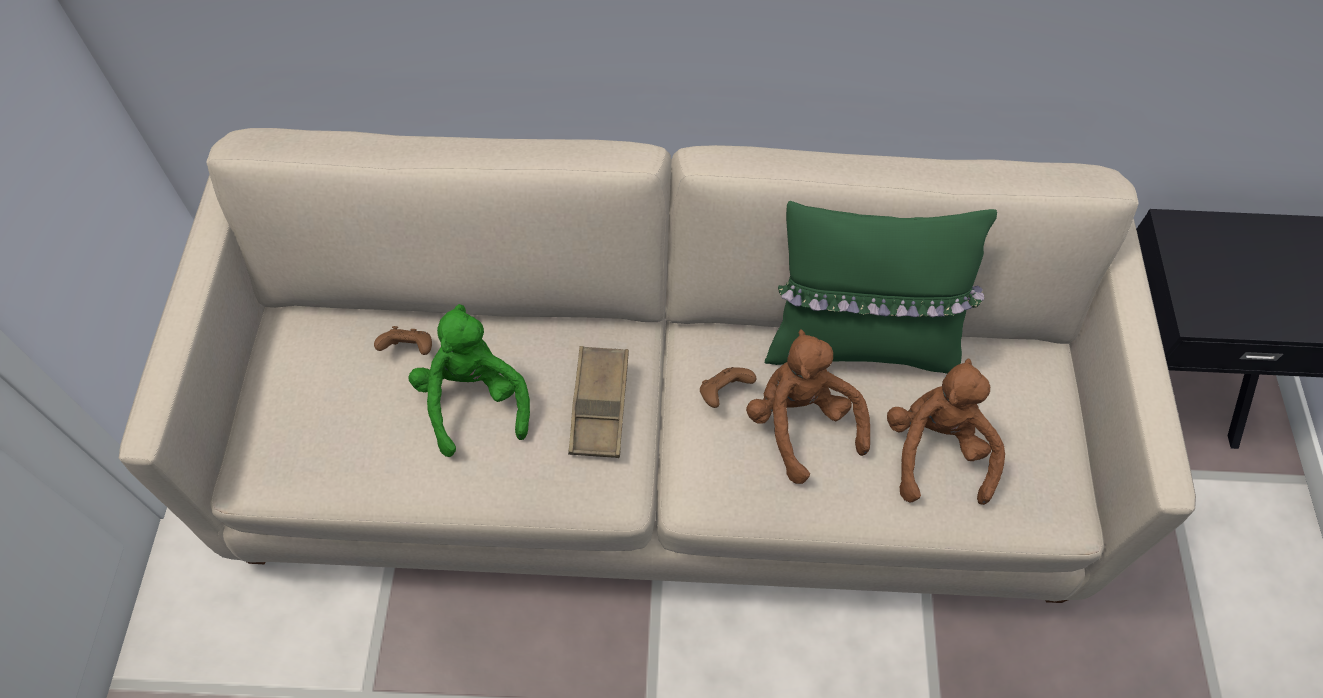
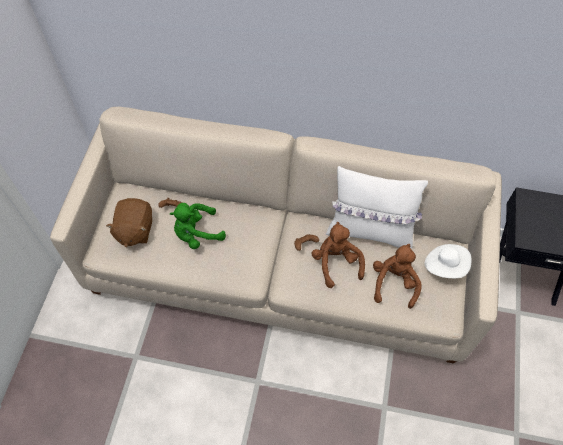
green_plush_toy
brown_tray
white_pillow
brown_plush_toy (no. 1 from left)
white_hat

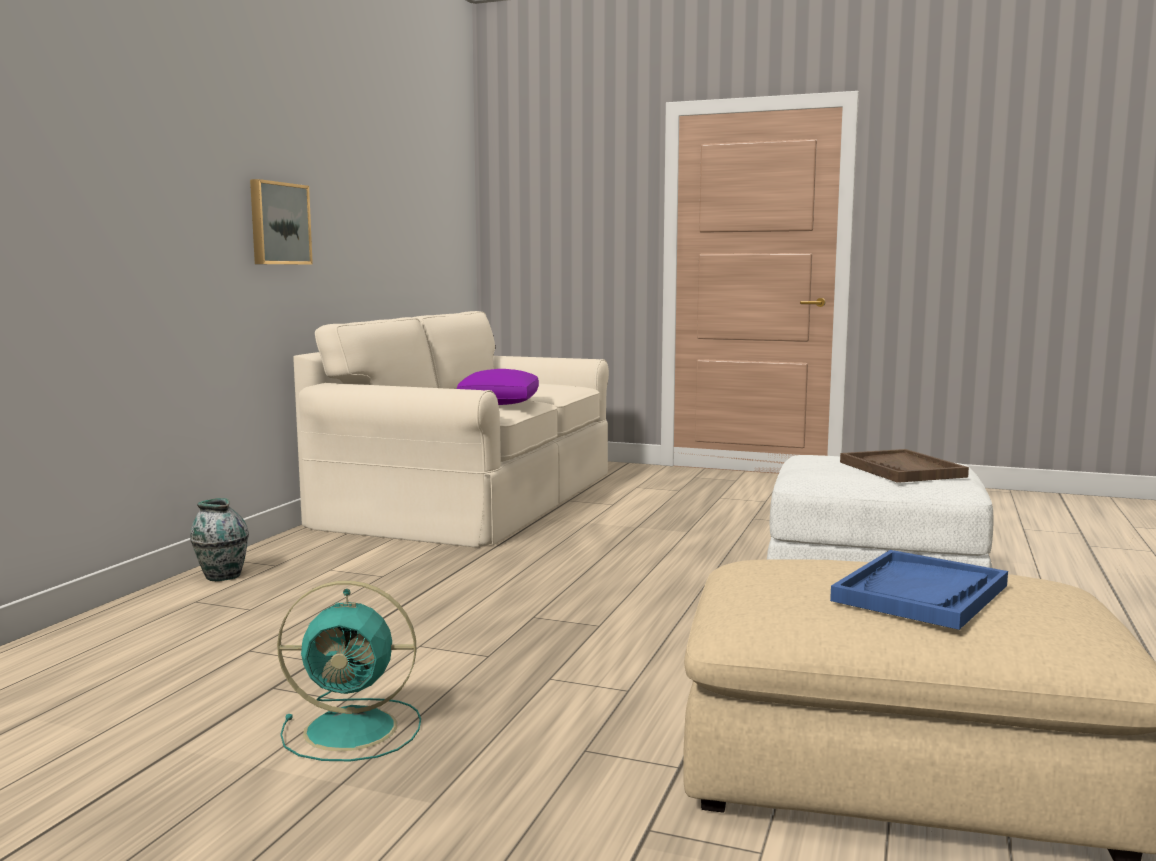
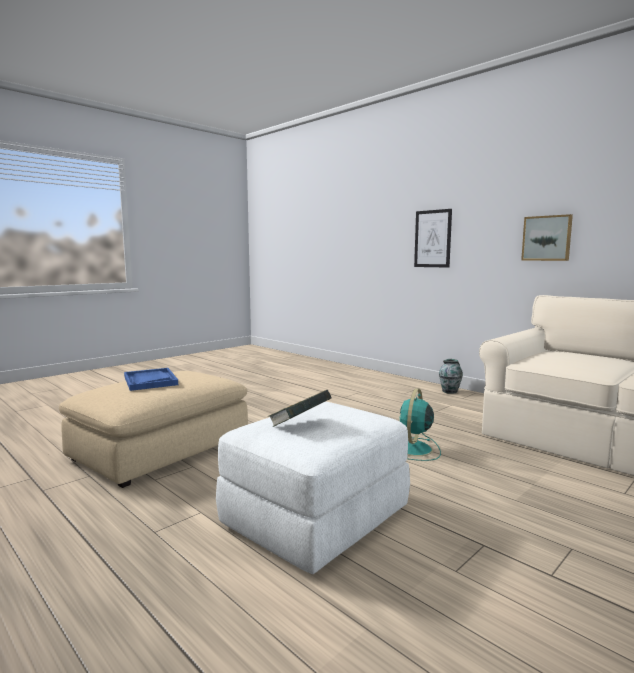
turquoise_fan
purple_pillow
book
picture (no. 1 from left)

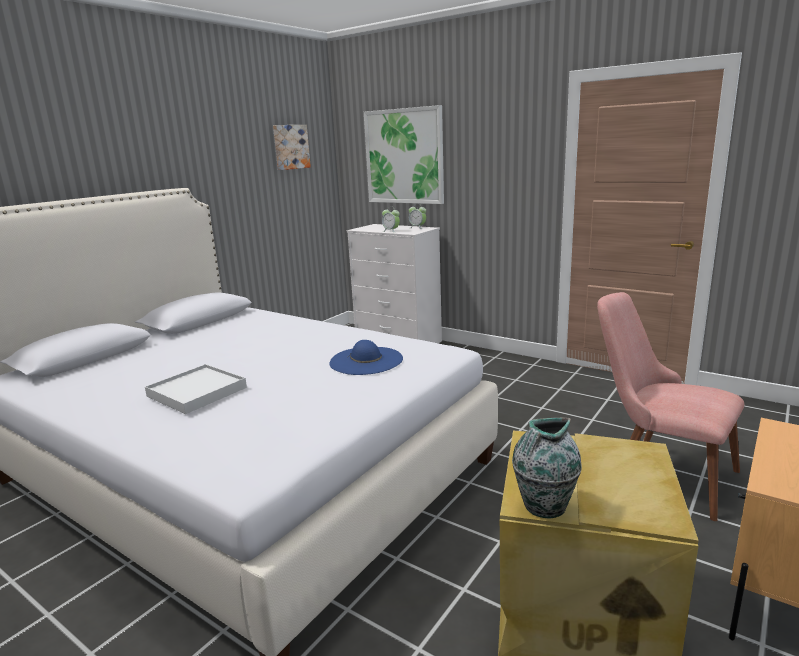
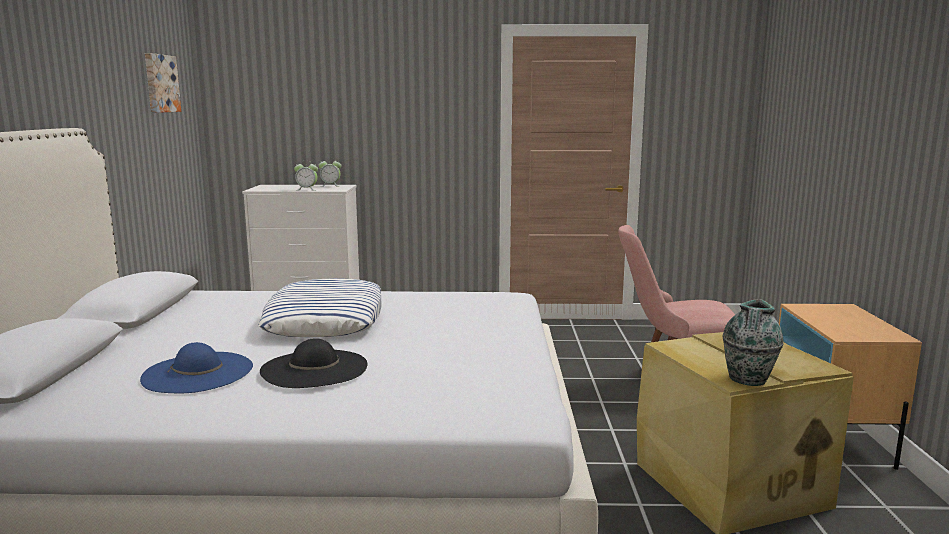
black_hat
blue_hat
picture (no. 2 from left in the first image)
pillow

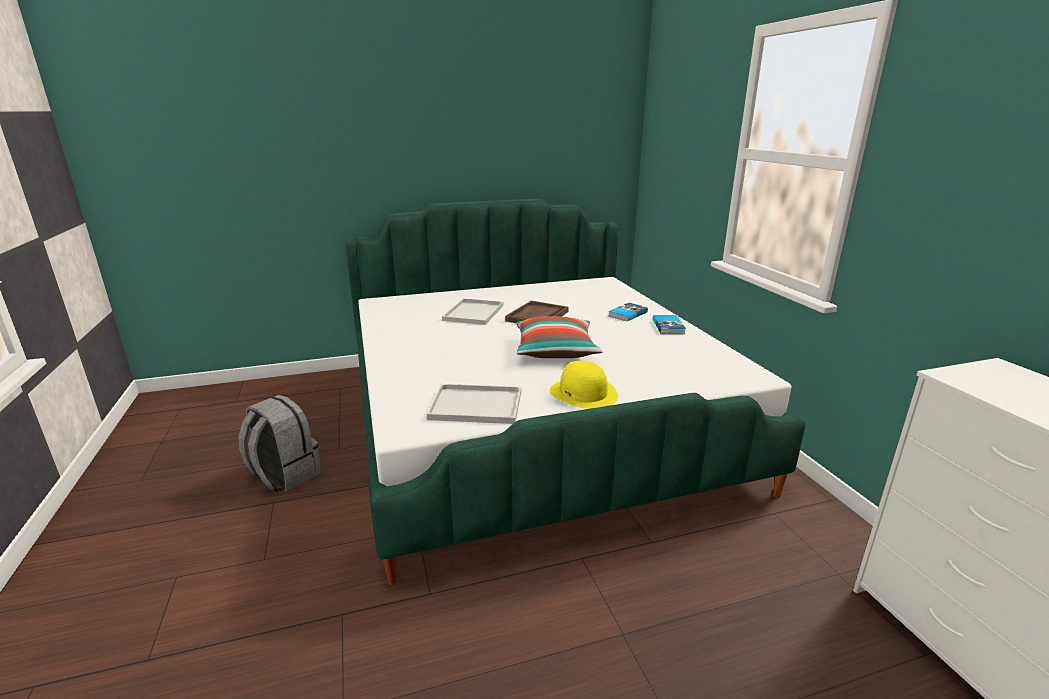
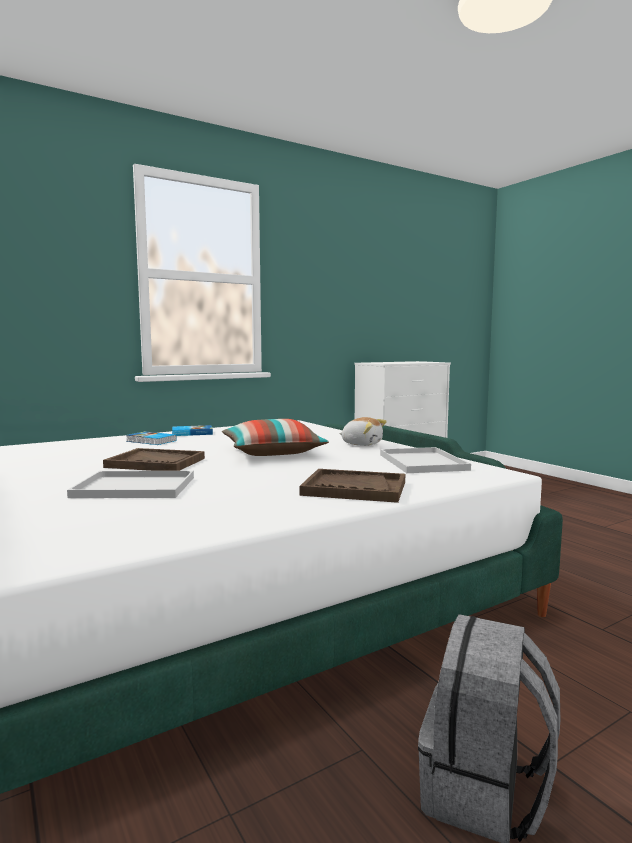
plush_toy
brown_tray (no. 2 from left)

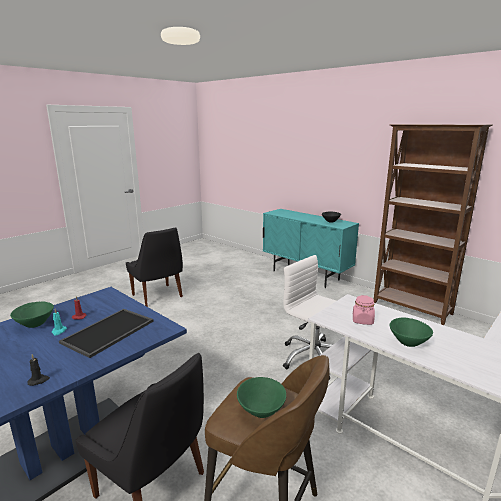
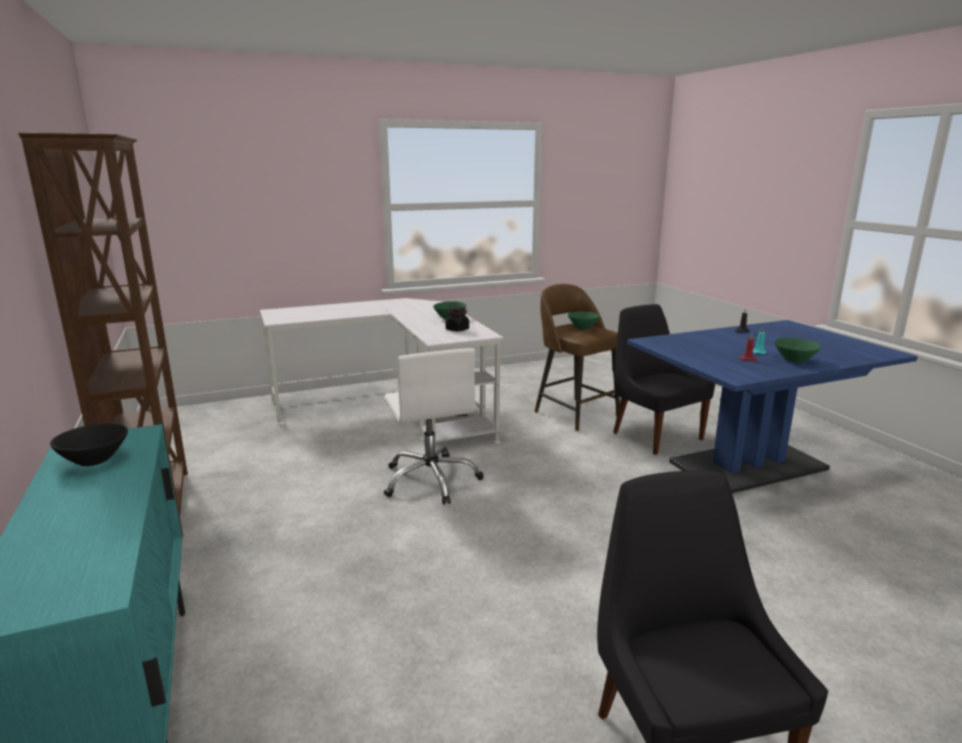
tray
black_jar

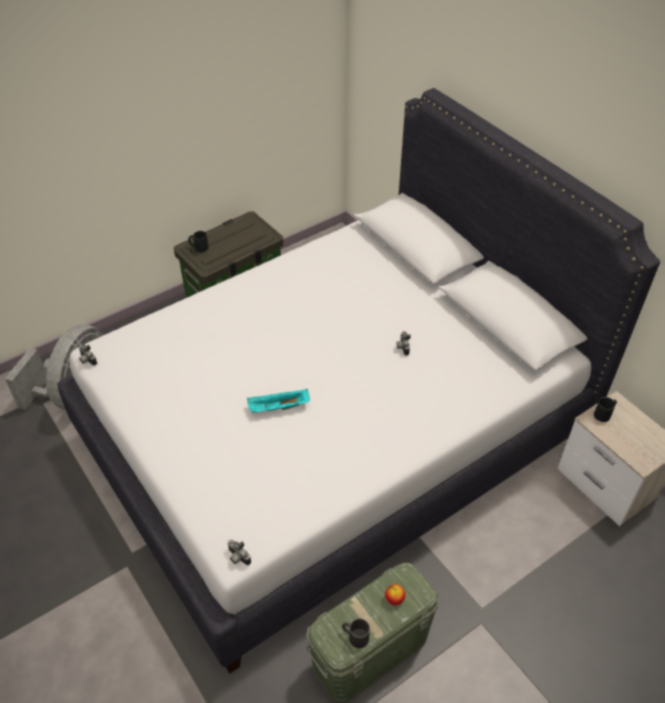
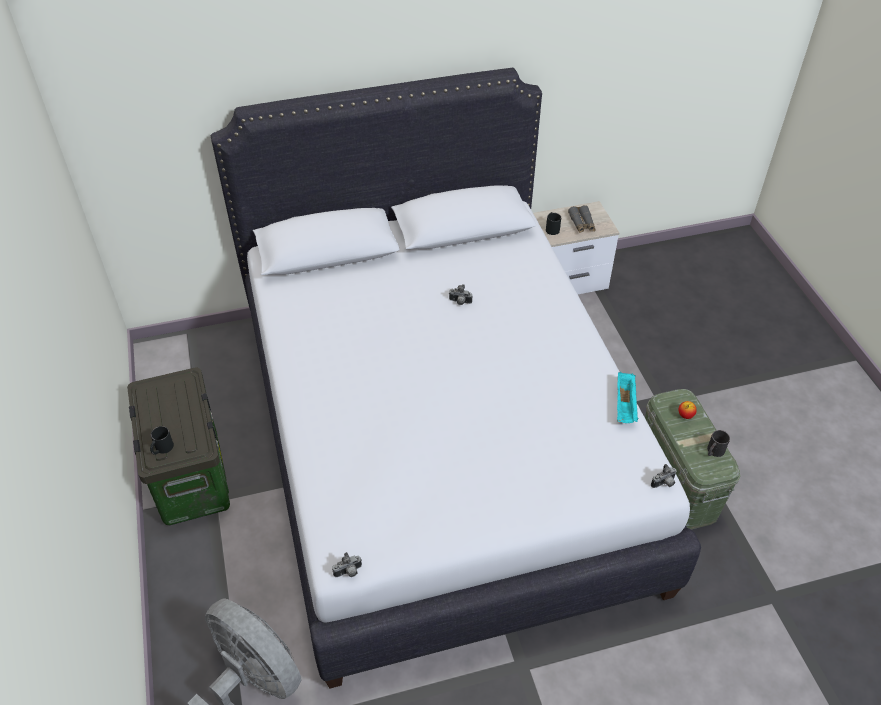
turquoise_tray
grey_binoculars

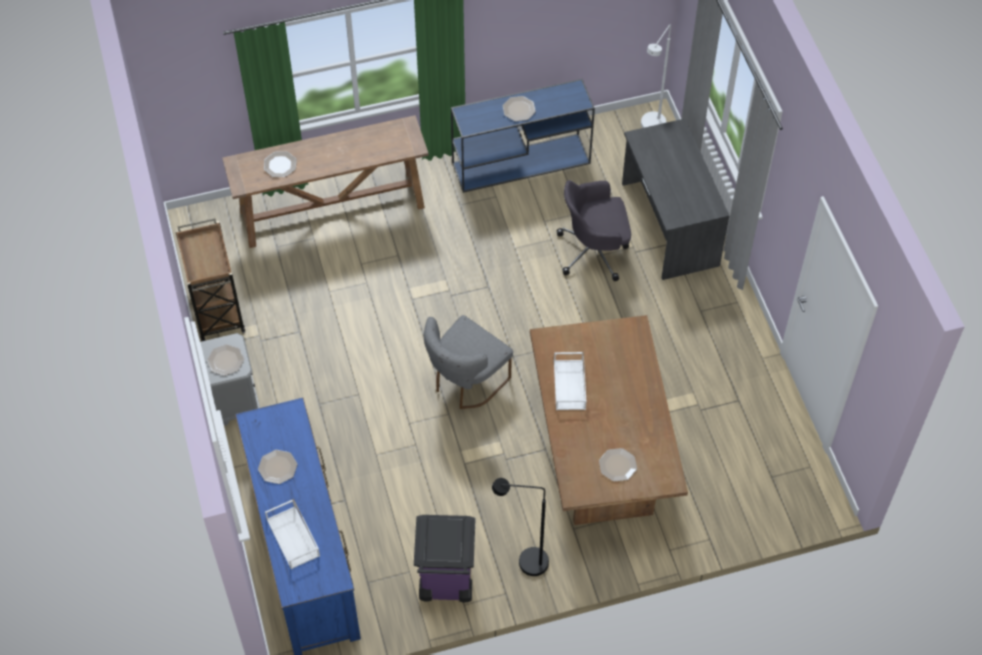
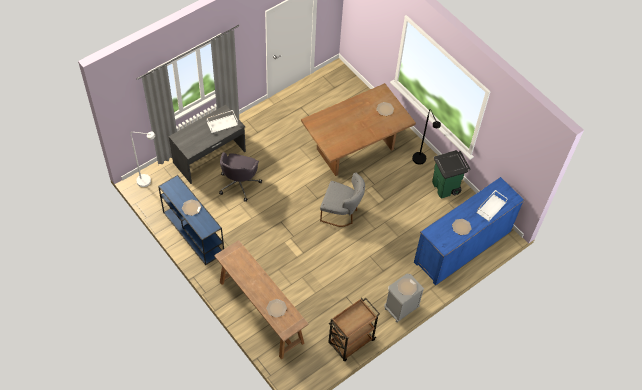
green_trash_can
white_tray (no. 1 from left)
grey_office_chair

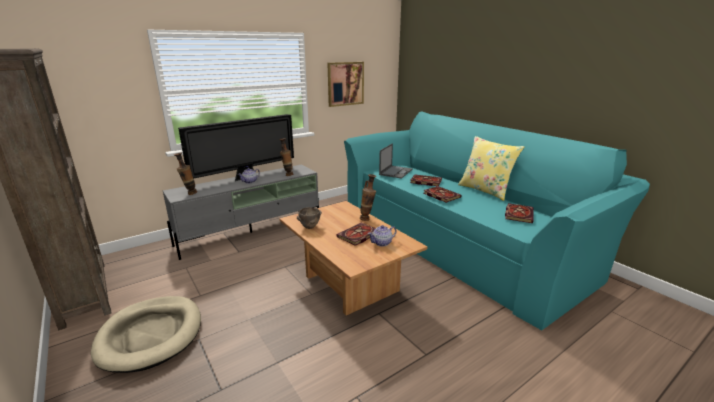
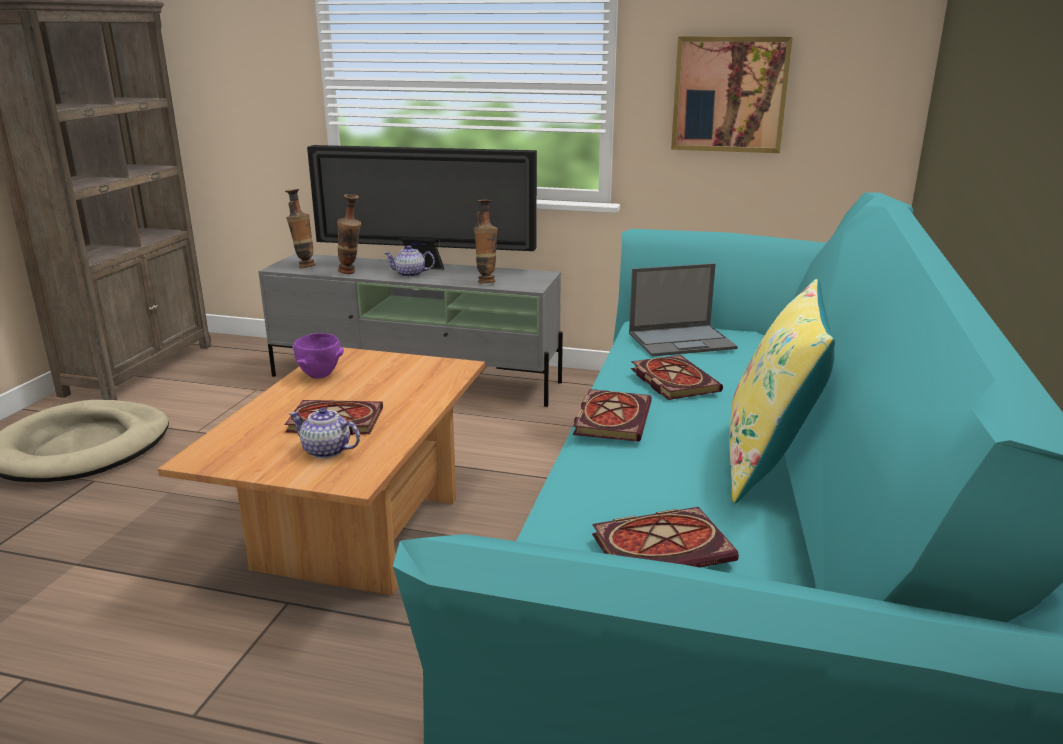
purple_bowl
vase (no. 2 from left)

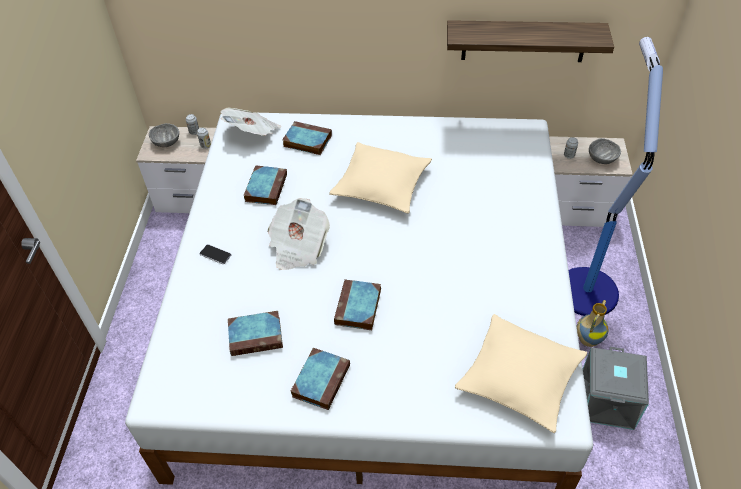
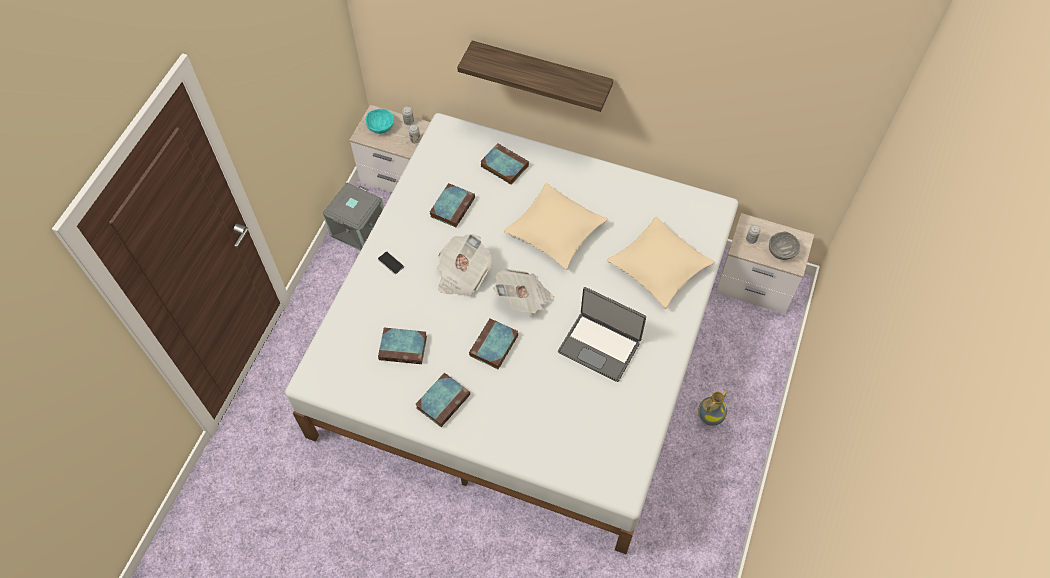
turquoise_bowl
newspaper (no. 2 from left)
shelf
beige_pillow (no. 2 from left)
floor_lamp
grey_storage_box
laptop

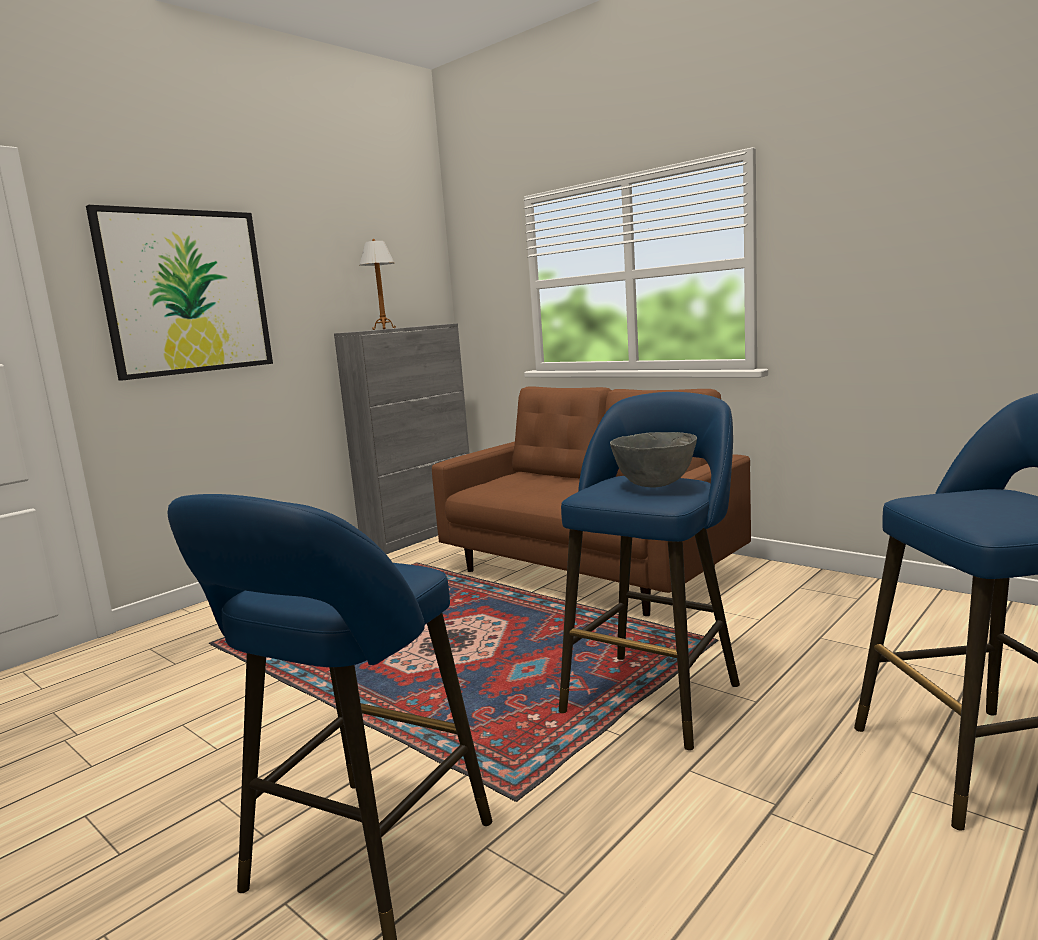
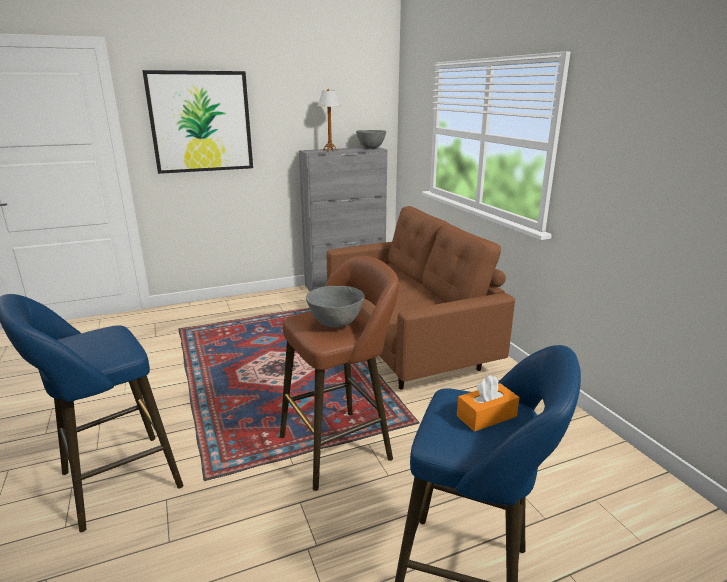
brown_stool
grey_bowl (no. 2 from left)
orange_tissue_box

